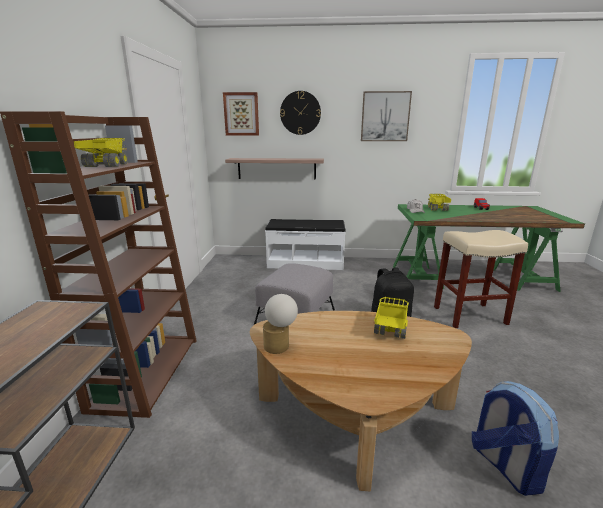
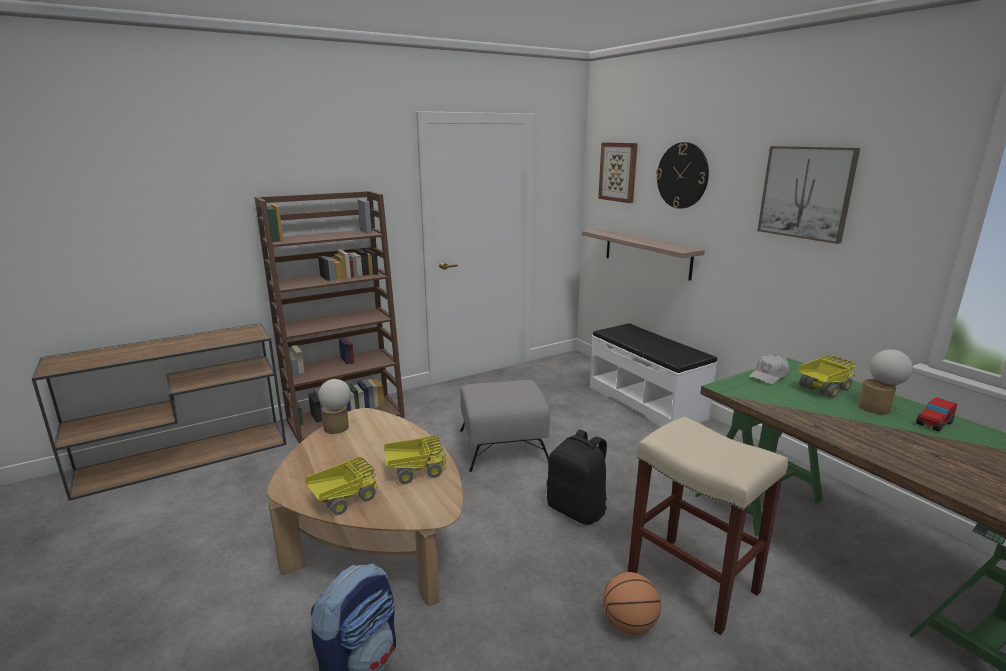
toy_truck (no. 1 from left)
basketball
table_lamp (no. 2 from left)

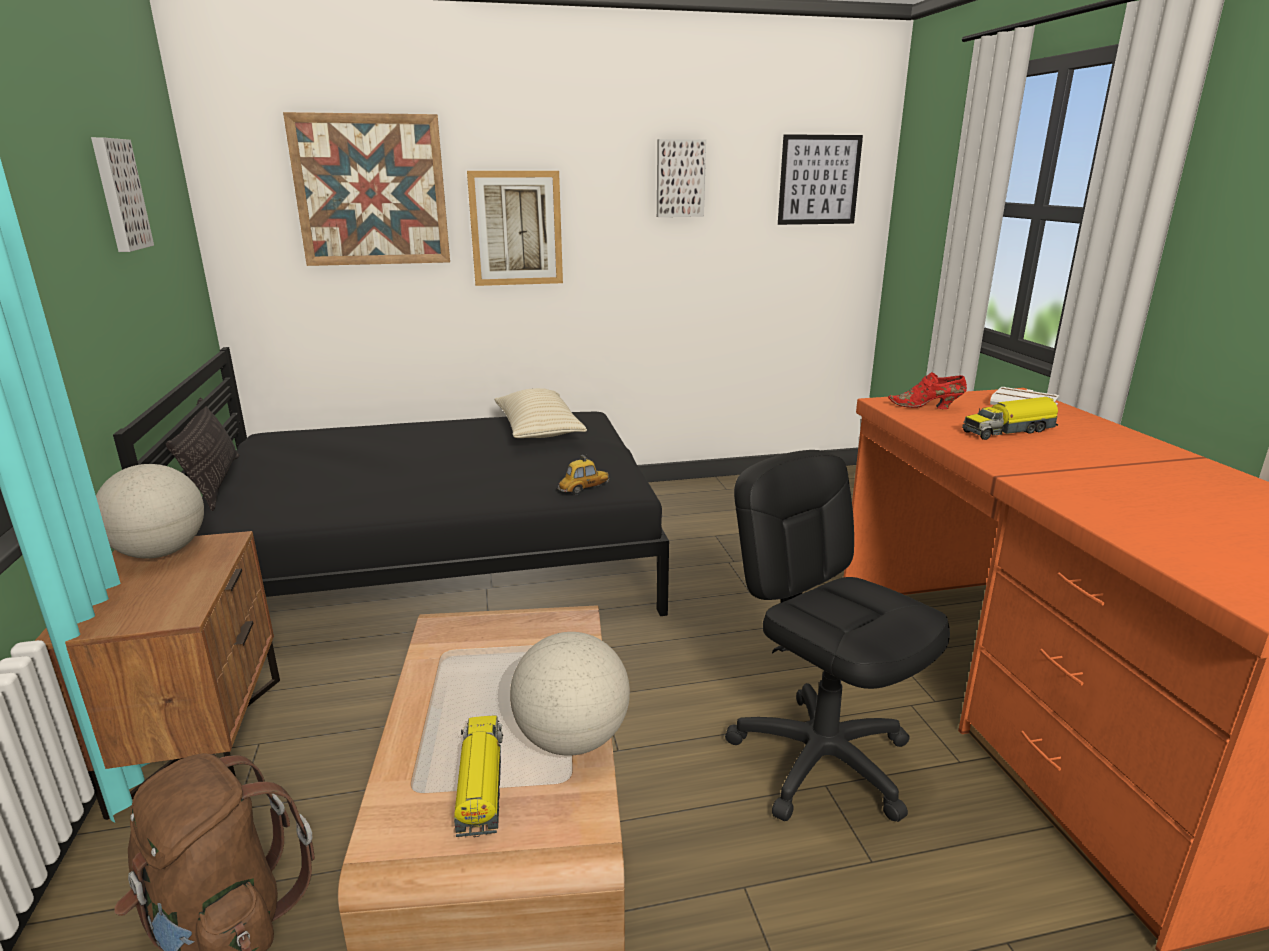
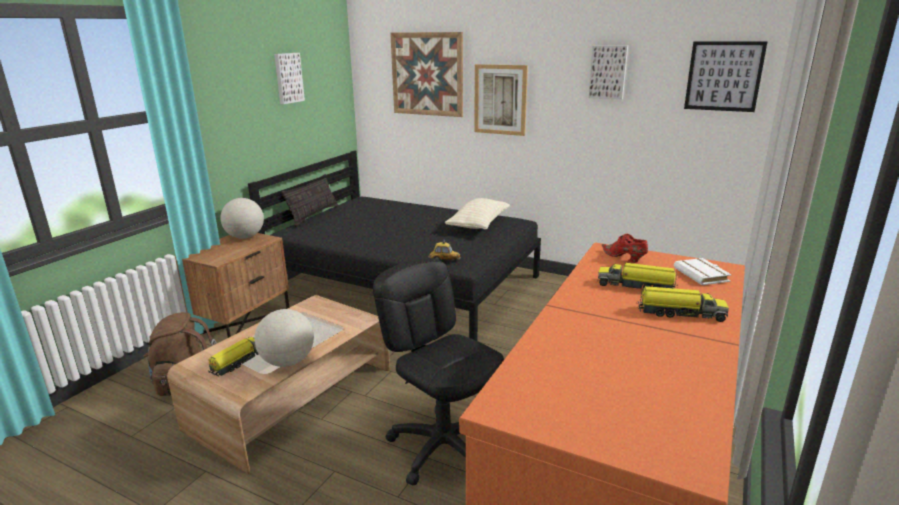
black_office_chair
toy_truck (no. 3 from left)

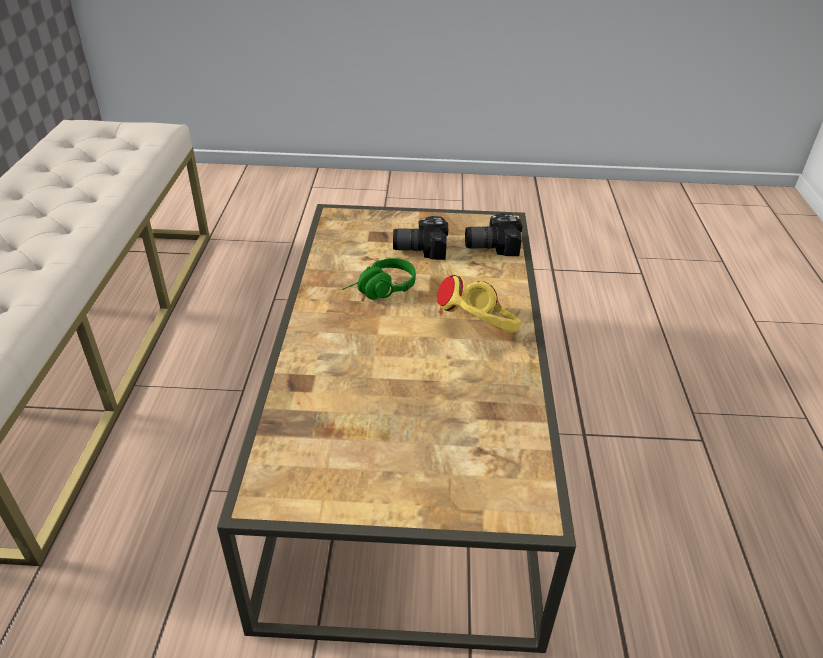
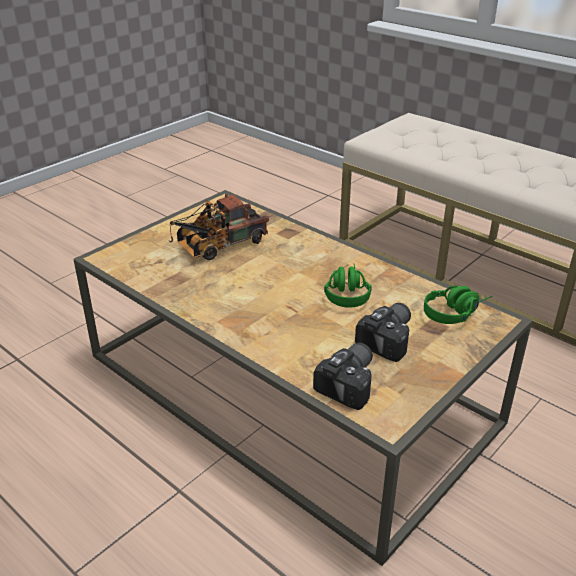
yellow_headphones
toy_truck
green_headphones (no. 2 from left)

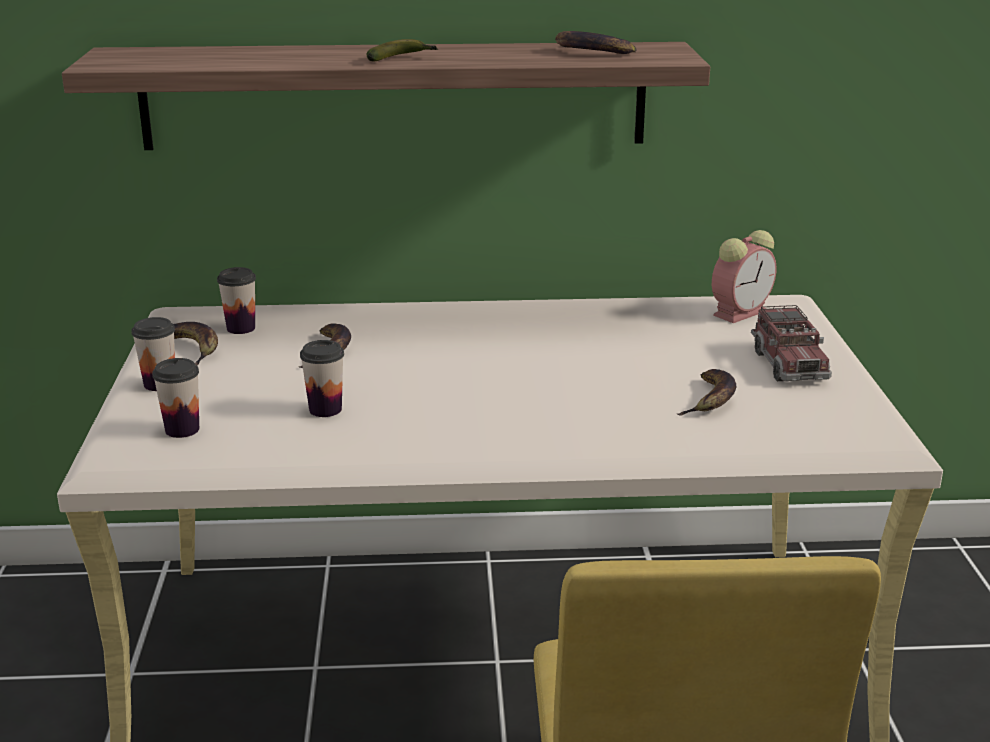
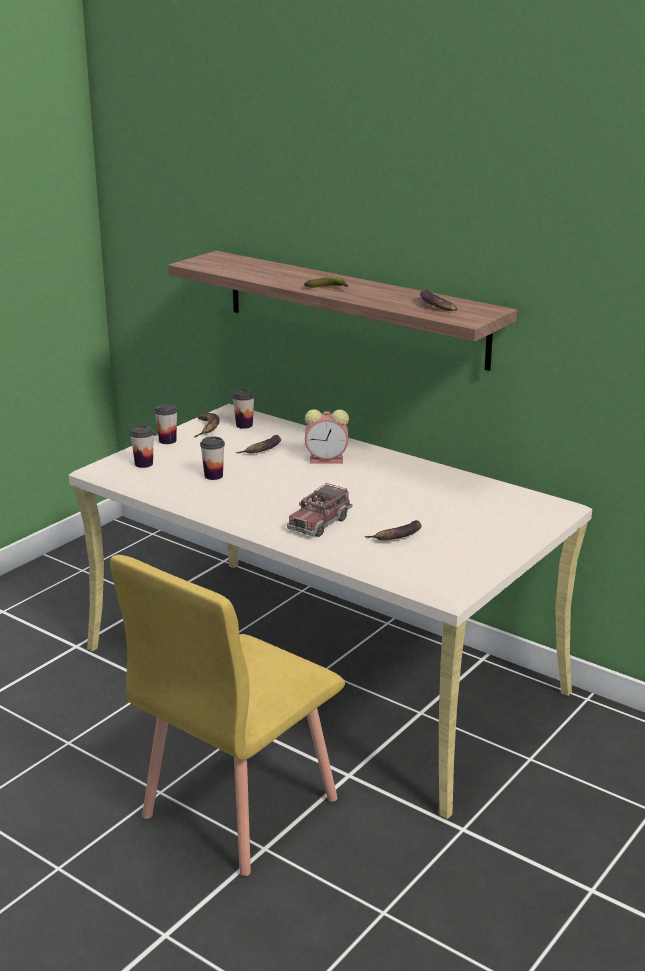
alarm_clock
toy_truck

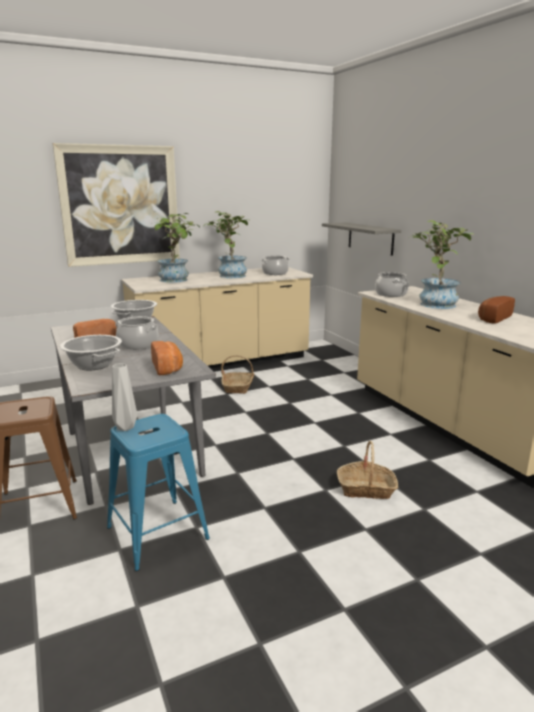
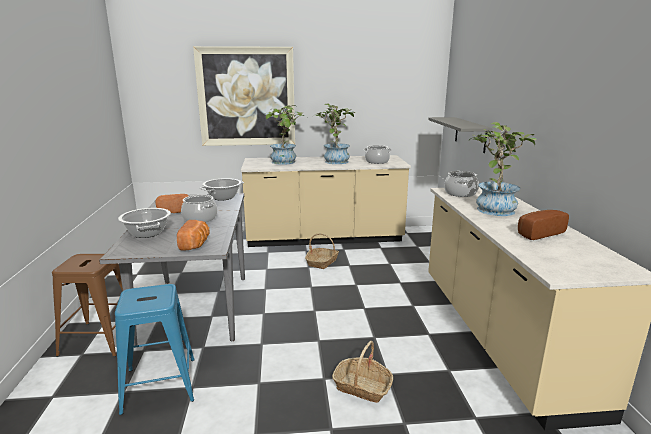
grey_vase

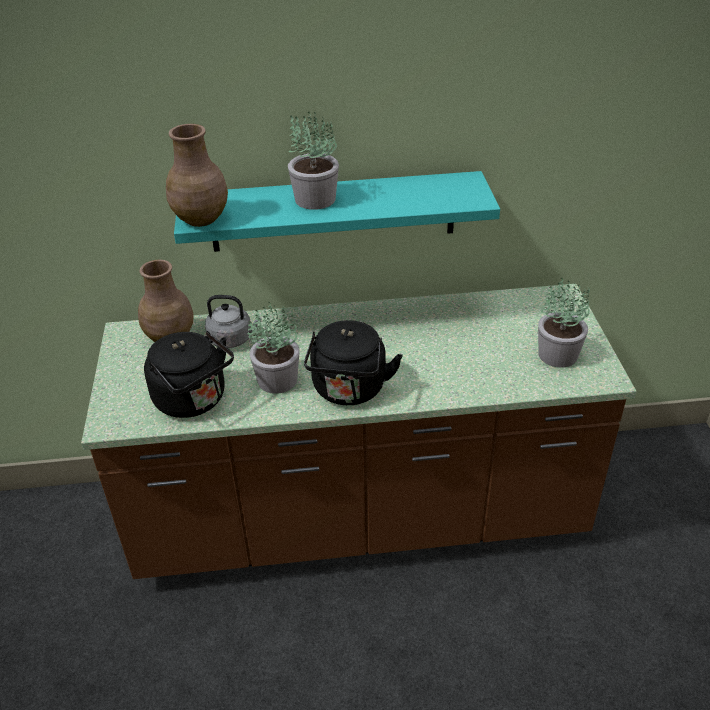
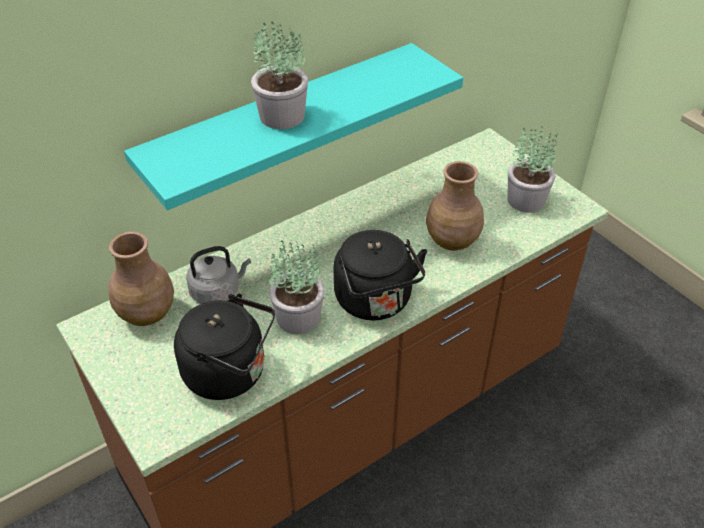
brown_vase (no. 2 from left)

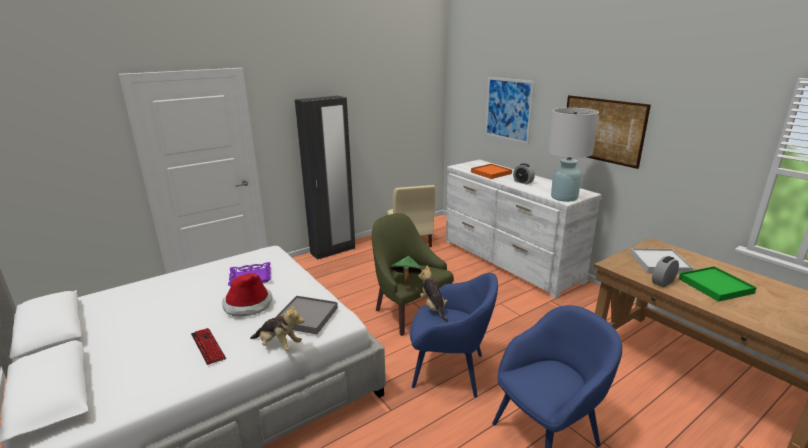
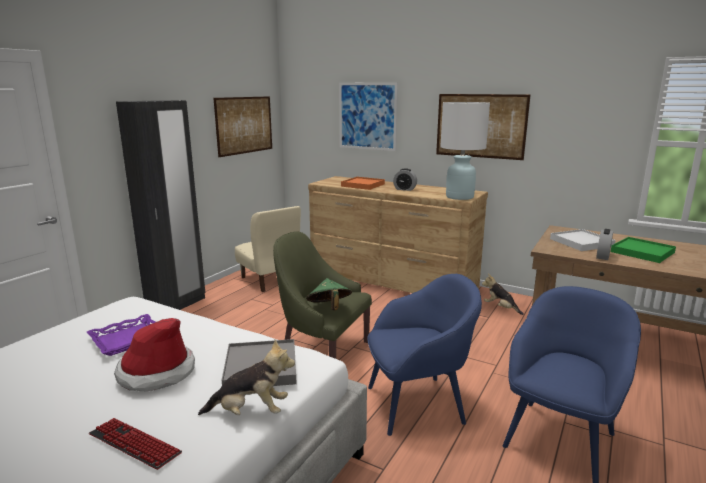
plush_toy (no. 2 from left)
brown_dresser
picture (no. 1 from left)

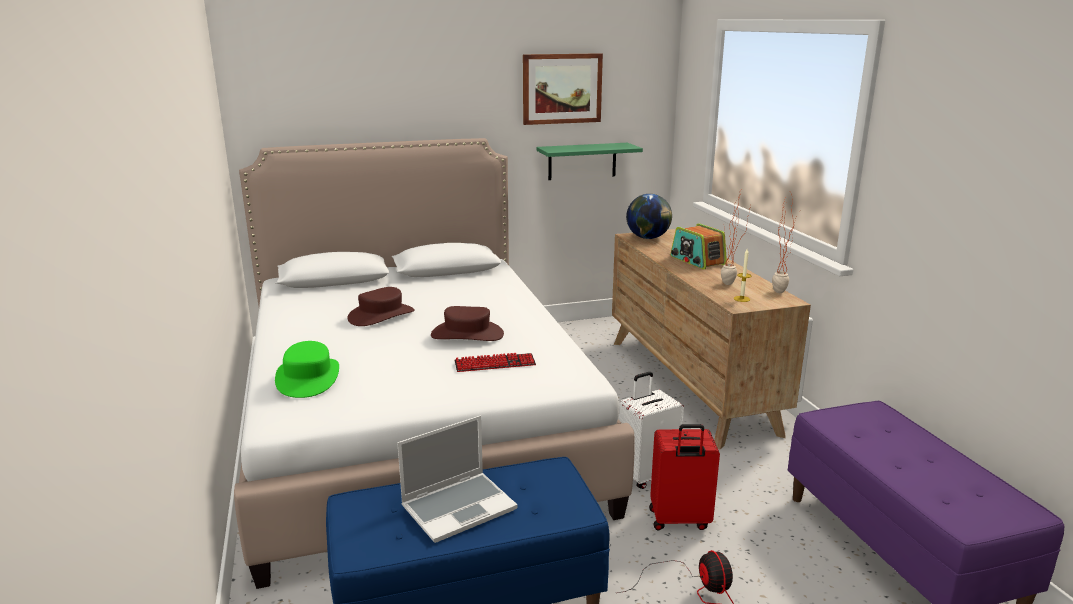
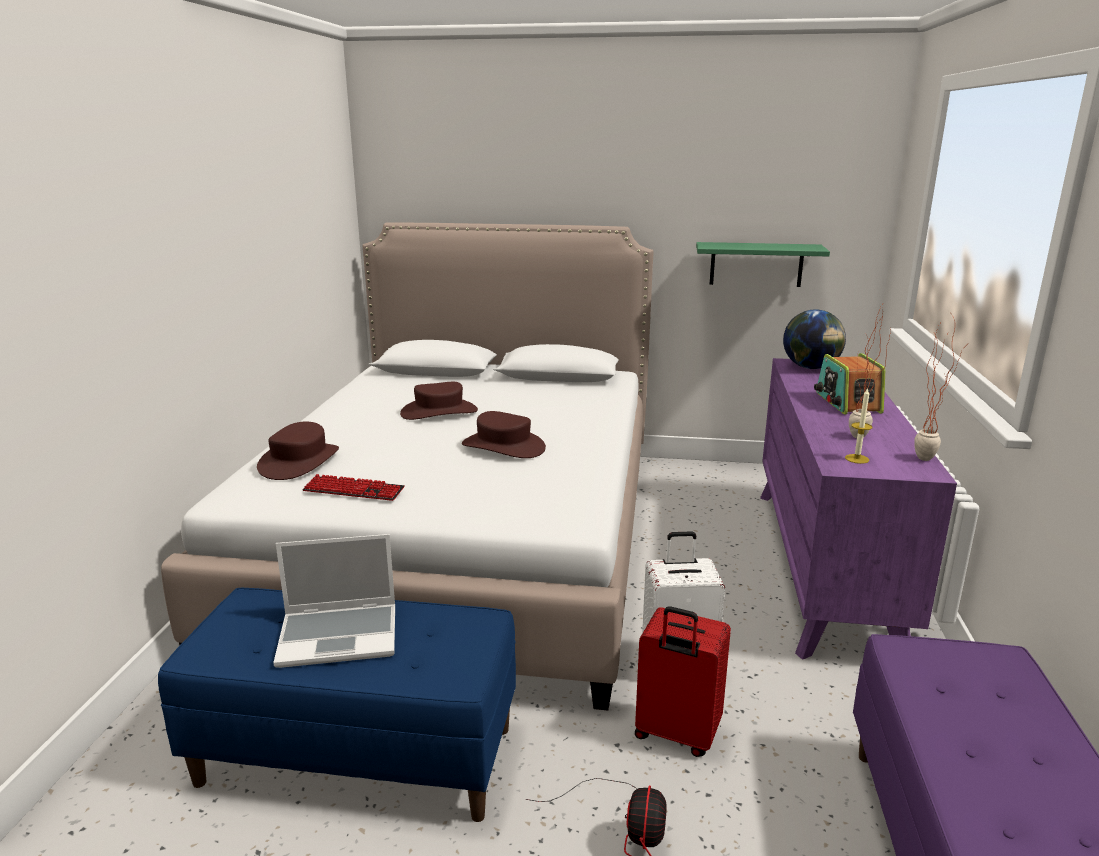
brown_hat (no. 1 from left)
keyboard
picture
purple_dresser

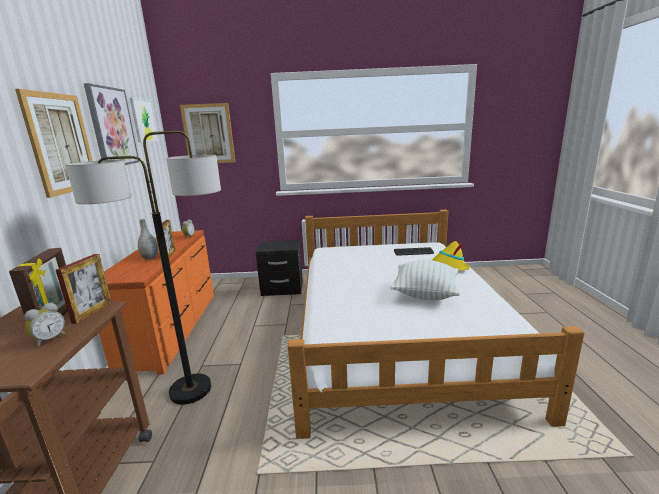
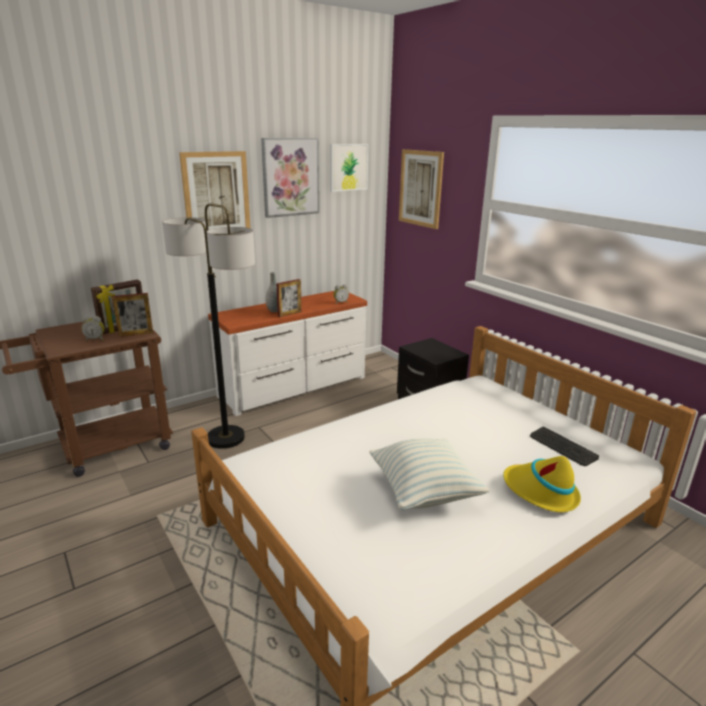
white_dresser

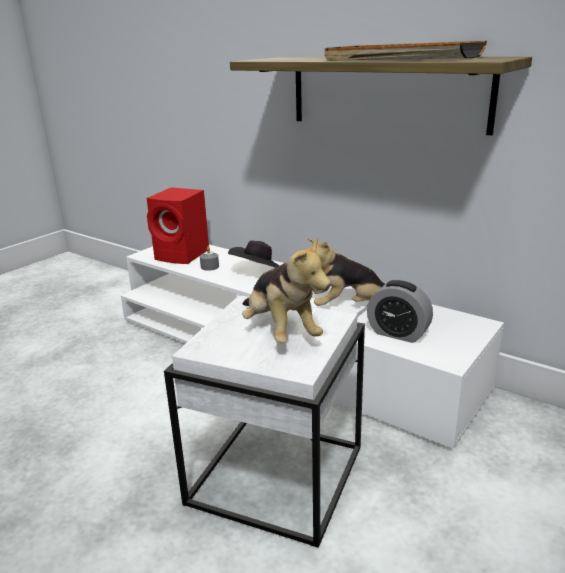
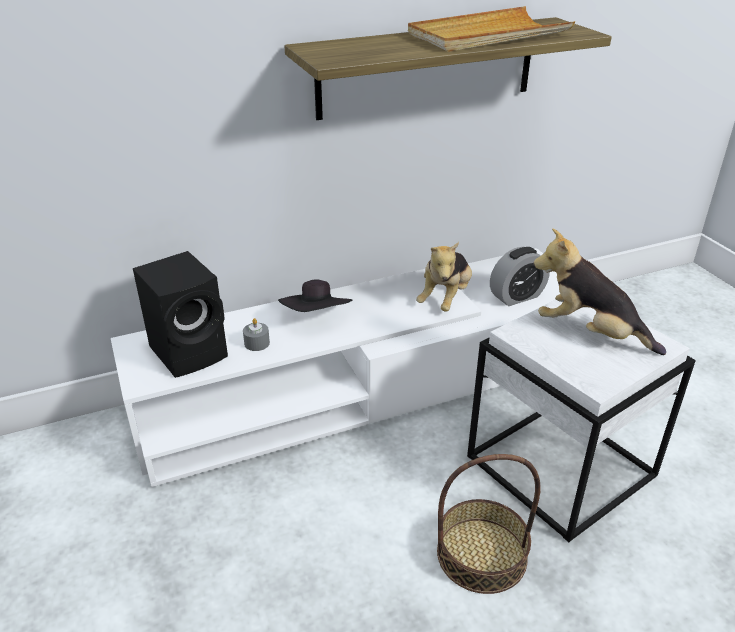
black_speaker
plush_toy (no. 2 from left)
beige_tray
basket

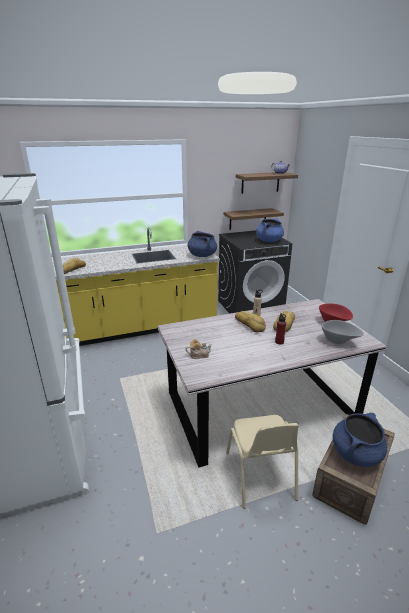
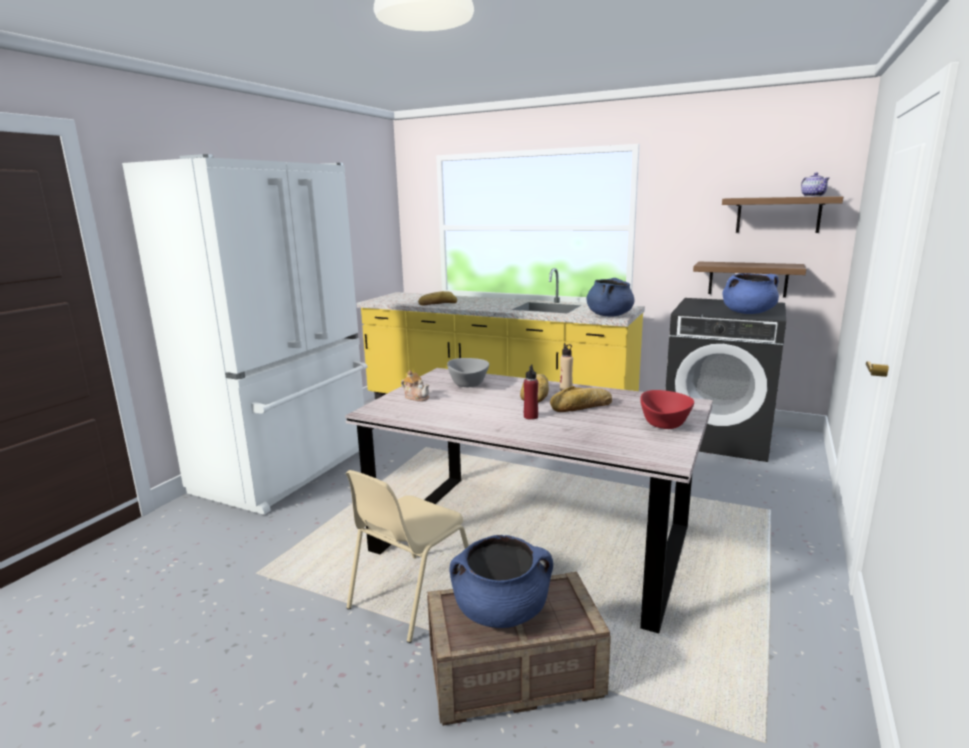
grey_bowl

